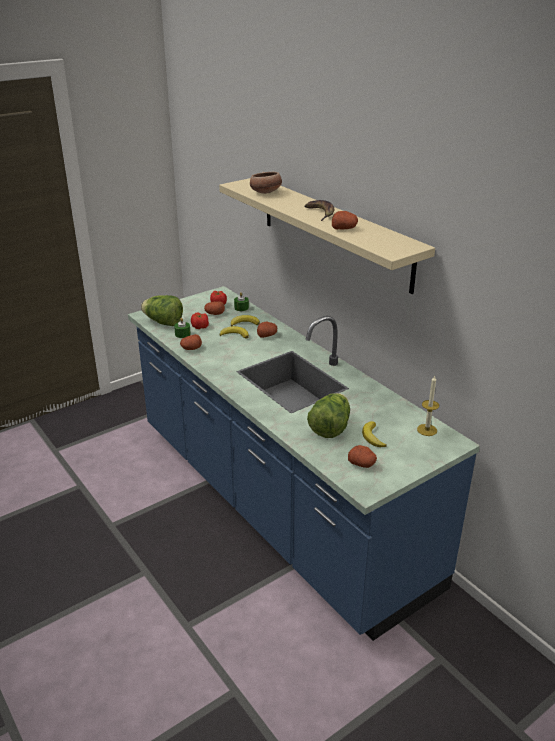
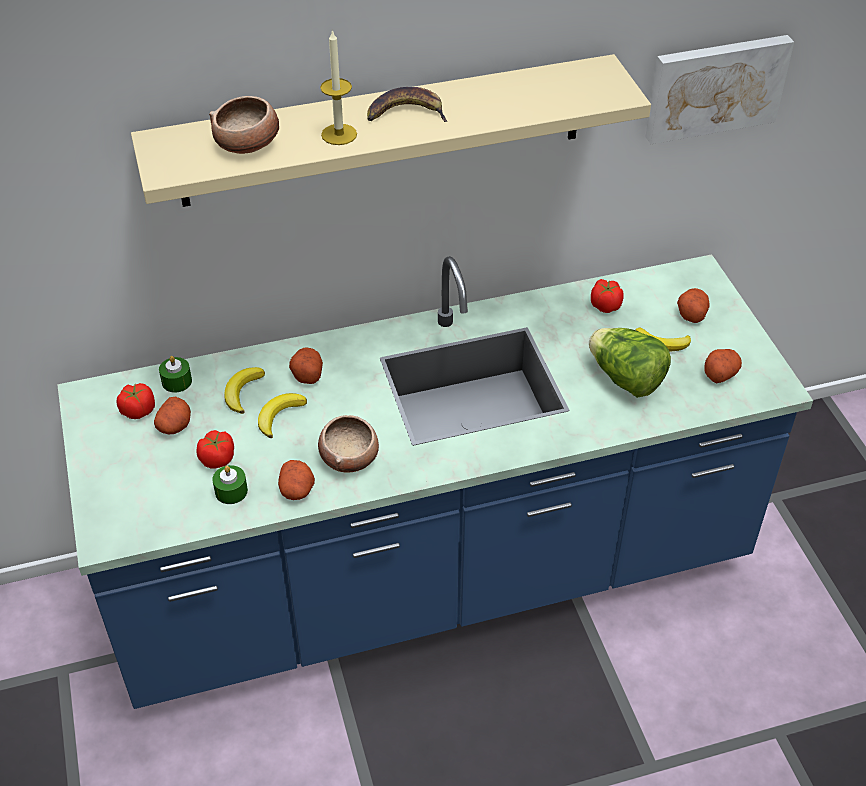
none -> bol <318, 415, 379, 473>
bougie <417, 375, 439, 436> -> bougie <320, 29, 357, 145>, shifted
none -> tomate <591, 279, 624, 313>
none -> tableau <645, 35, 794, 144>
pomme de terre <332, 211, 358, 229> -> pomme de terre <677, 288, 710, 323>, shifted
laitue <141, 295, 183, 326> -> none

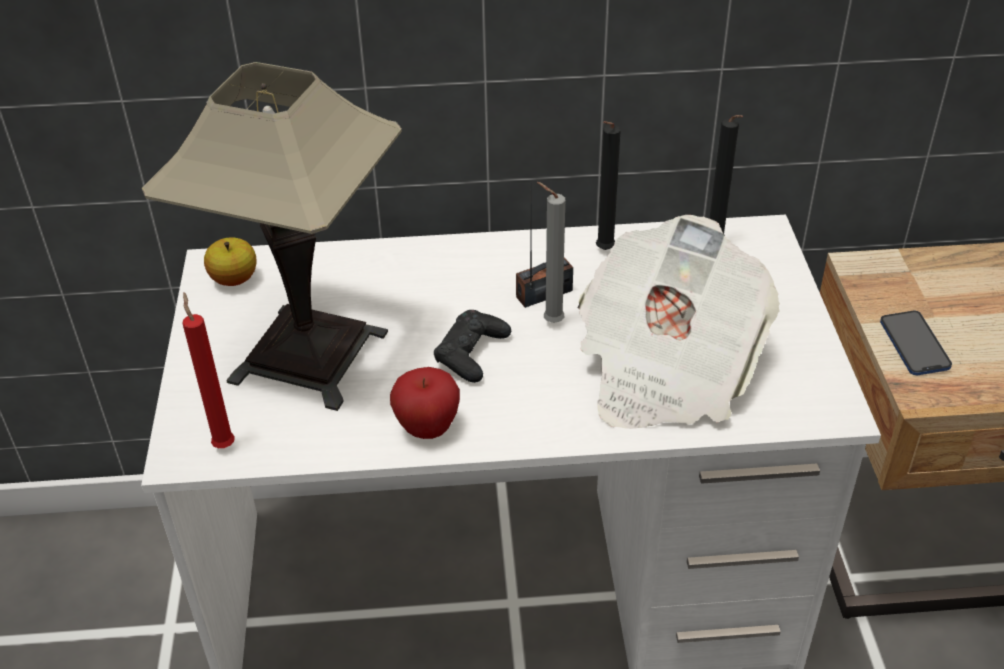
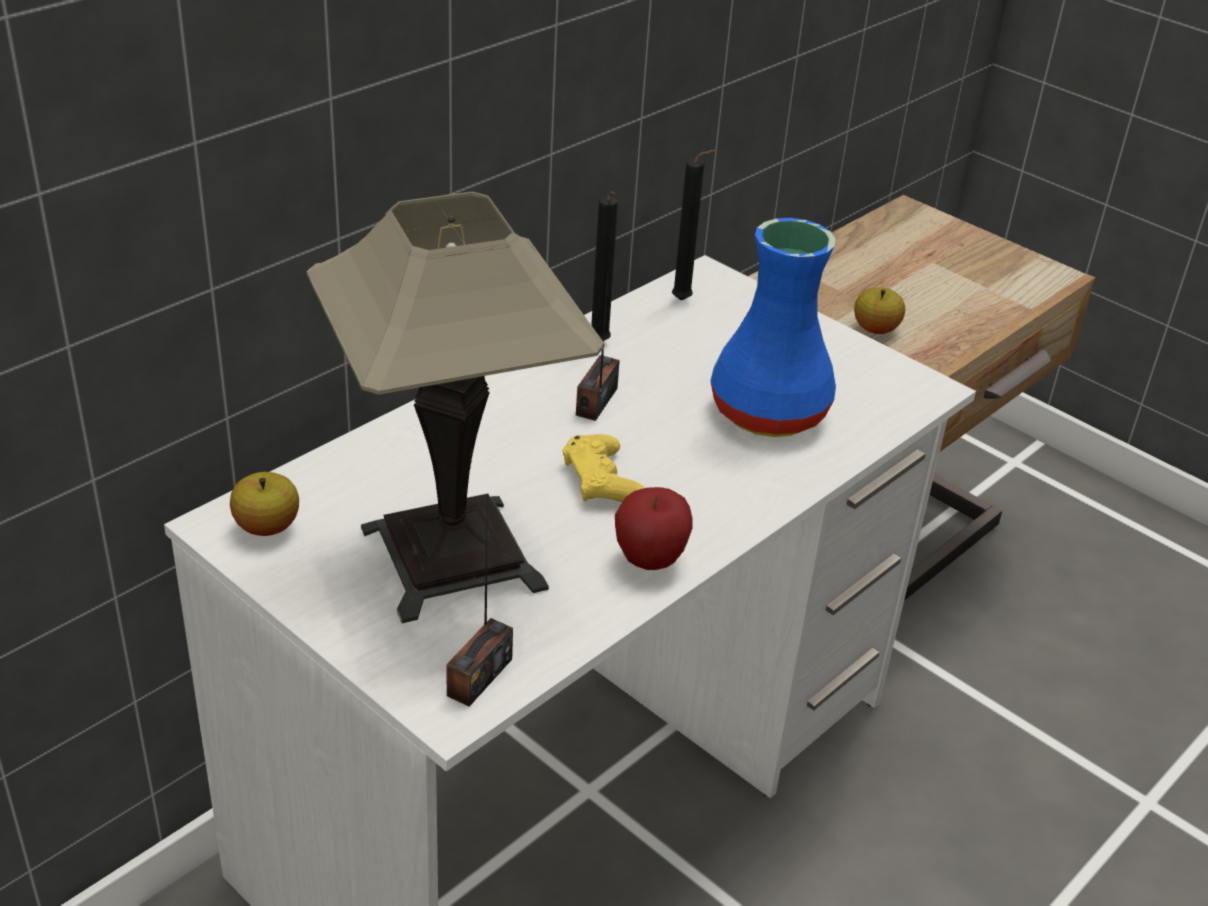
bougie/rouge <182, 292, 235, 448> -> radio <446, 518, 513, 707>
manette/noir <434, 310, 511, 383> -> manette/jaune <563, 434, 644, 502>
journal <578, 215, 780, 429> -> vase/bleu <710, 218, 836, 437>
téléphone <880, 311, 952, 375> -> pomme <854, 287, 905, 334>
bougie/gris <537, 182, 565, 323> -> none

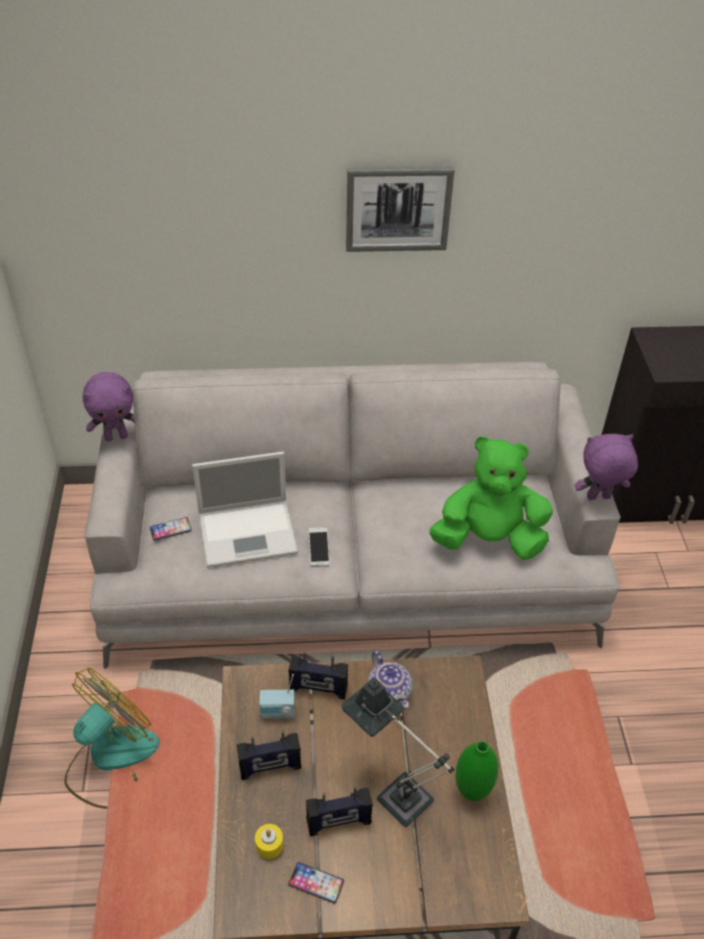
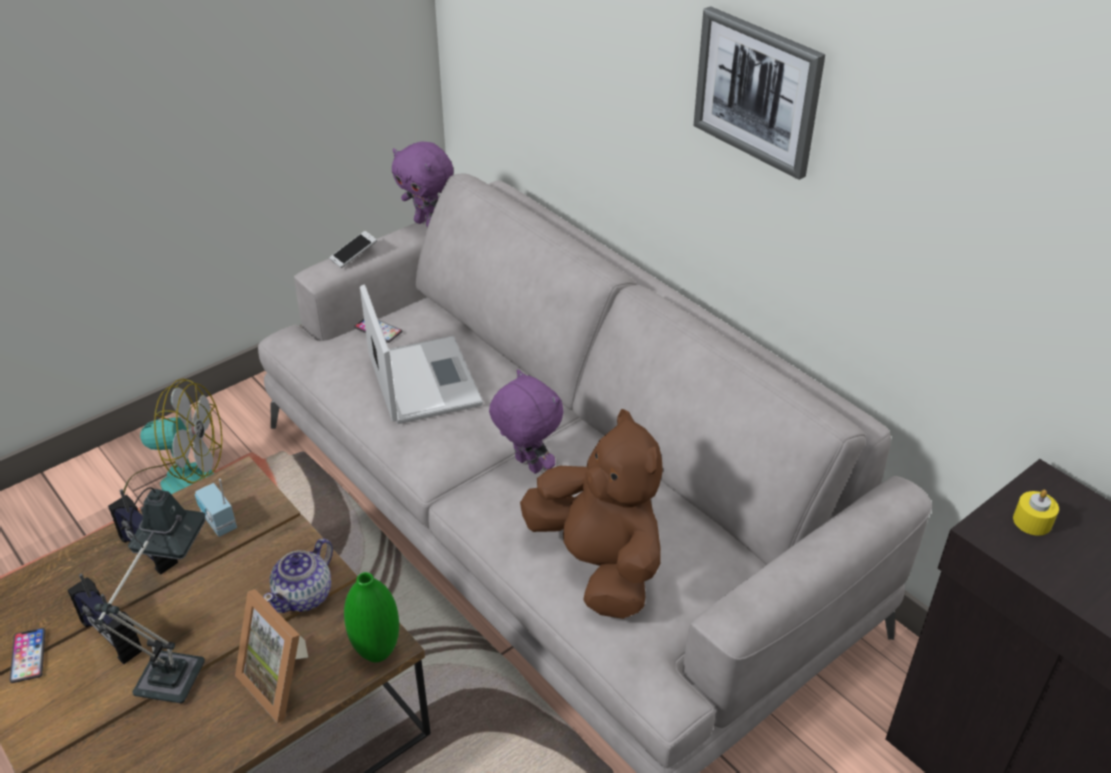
none -> cadre photo <235, 589, 308, 723>
téléphone <309, 527, 330, 566> -> téléphone <329, 231, 377, 268>, shifted
vase/vert <455, 741, 499, 801> -> vase/vert <344, 572, 399, 663>, shifted
ordinateur portable <192, 451, 298, 568> -> ordinateur portable <360, 284, 483, 424>, 150 degrees counterclockwise
peluche/violet <575, 434, 638, 500> -> peluche/violet <489, 369, 564, 474>, shifted
peluche/vert <429, 436, 553, 560> -> peluche/marron <520, 409, 663, 619>
bougie/jaune <255, 824, 283, 859> -> bougie/jaune <1013, 490, 1059, 536>, shifted
radio <288, 652, 348, 699> -> none

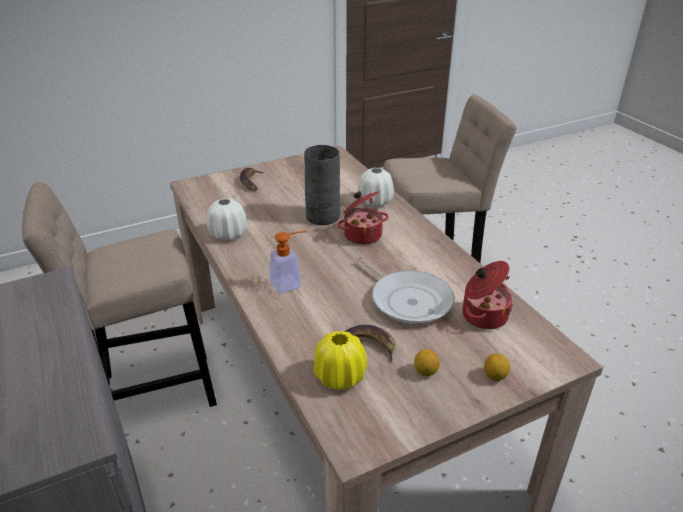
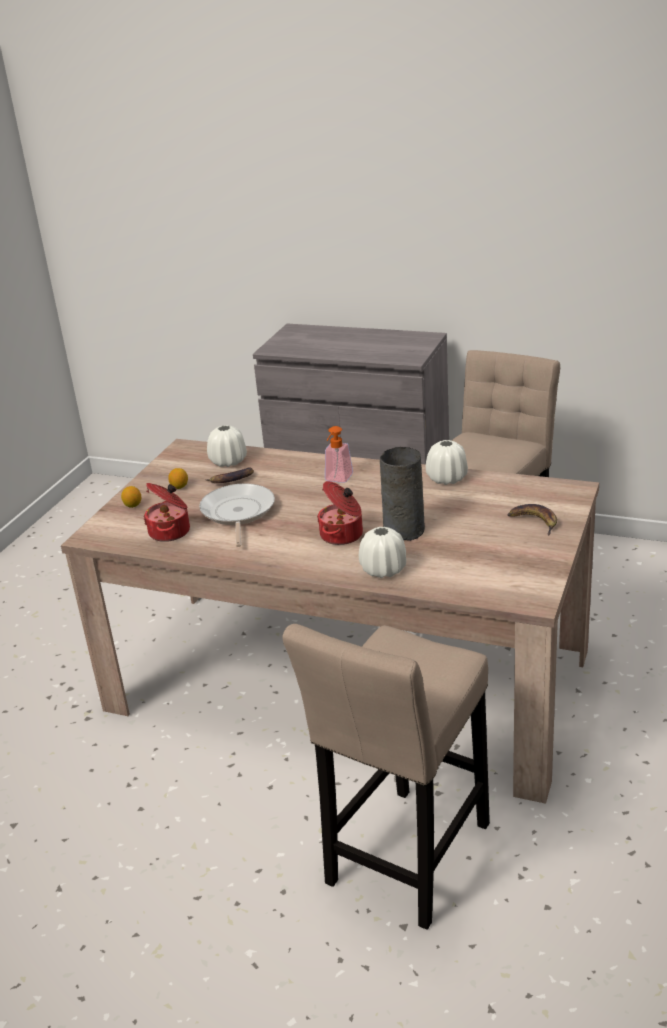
poêle <356, 256, 455, 324> -> poêle <199, 483, 275, 547>, 75 degrees clockwise
vase/jaune <314, 331, 367, 390> -> vase/blanc <207, 425, 247, 467>

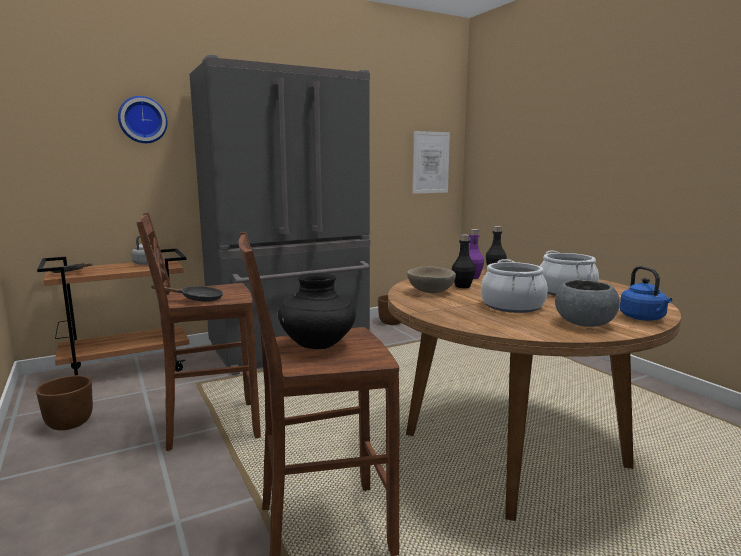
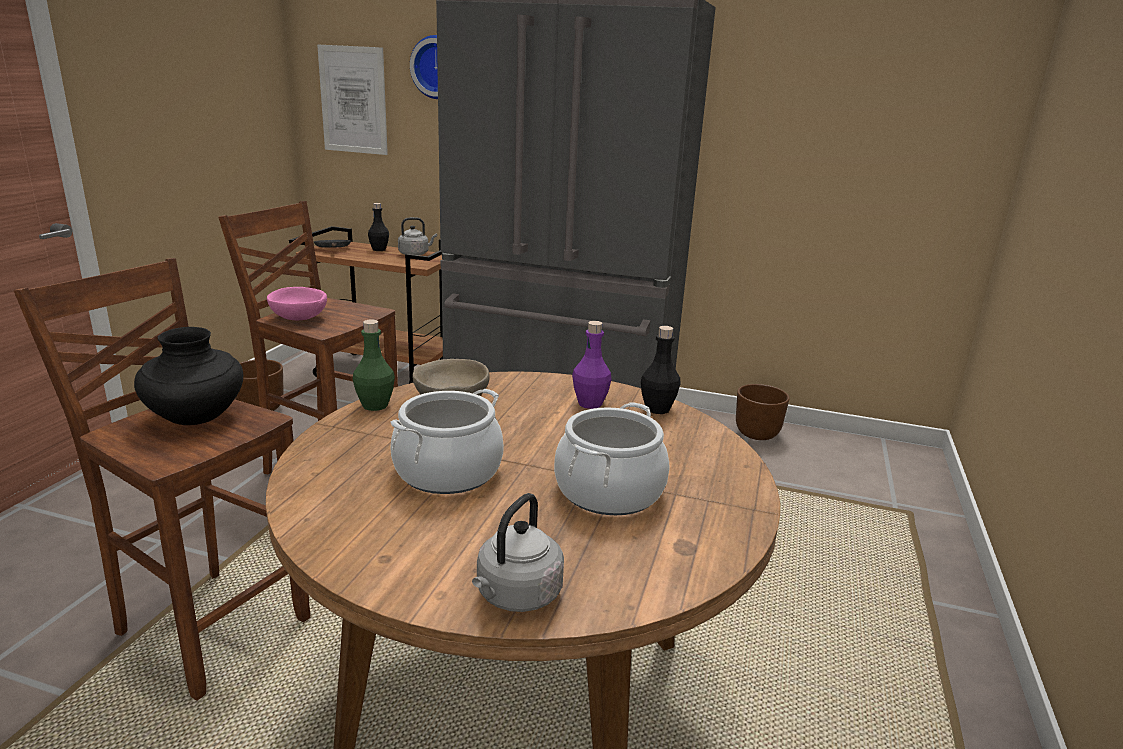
poêle/noir <152, 285, 223, 302> -> bol/rose <267, 287, 327, 320>
tableau <412, 131, 450, 194> -> tableau <317, 44, 388, 155>, shifted
none -> bouteille/vert <353, 320, 395, 411>
bouteille/noir <452, 235, 476, 288> -> bouteille/noir <368, 203, 389, 251>, shifted
bouilloire/bleu <620, 266, 672, 321> -> bouilloire/gris <472, 493, 564, 612>
bol/gris <555, 280, 620, 327> -> none

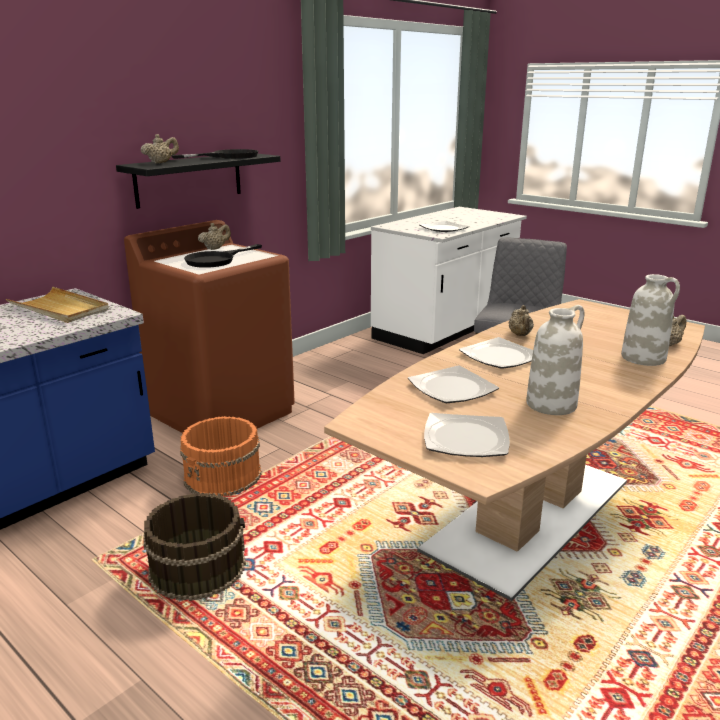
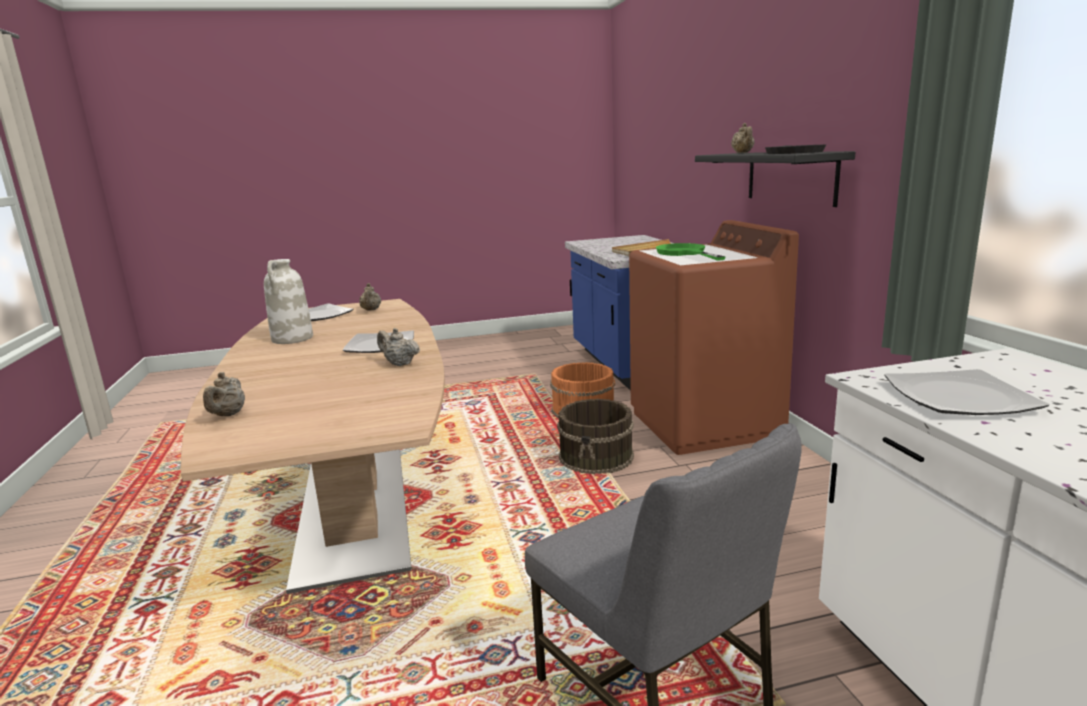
théière/beige <198, 223, 231, 250> -> théière/beige <359, 283, 381, 311>, shifted
seau/marron <143, 493, 246, 601> -> seau/marron <557, 399, 634, 474>, shifted
poêle/noir <184, 244, 262, 268> -> poêle/vert <656, 243, 726, 261>
assiette <408, 365, 499, 403> -> none
vase/blanc <621, 274, 680, 366> -> none

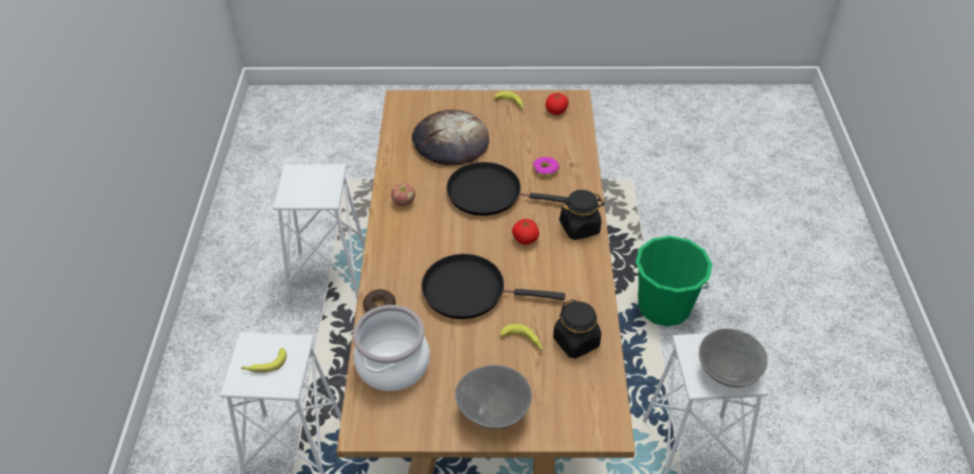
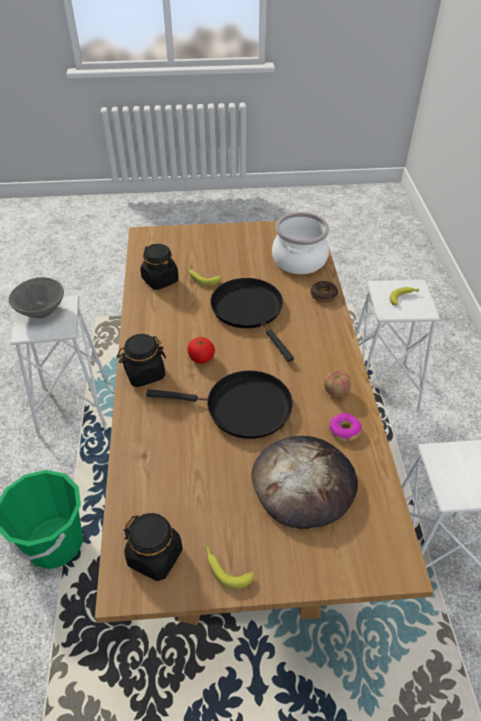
tomate <545, 93, 569, 115> -> bocal/noir <124, 513, 183, 581>
poêle/noir <421, 254, 565, 319> -> poêle/noir <210, 278, 294, 362>, 120 degrees counterclockwise
beignet <533, 157, 559, 178> -> beignet <329, 413, 362, 441>, shifted
bol/gris <455, 365, 532, 429> -> none

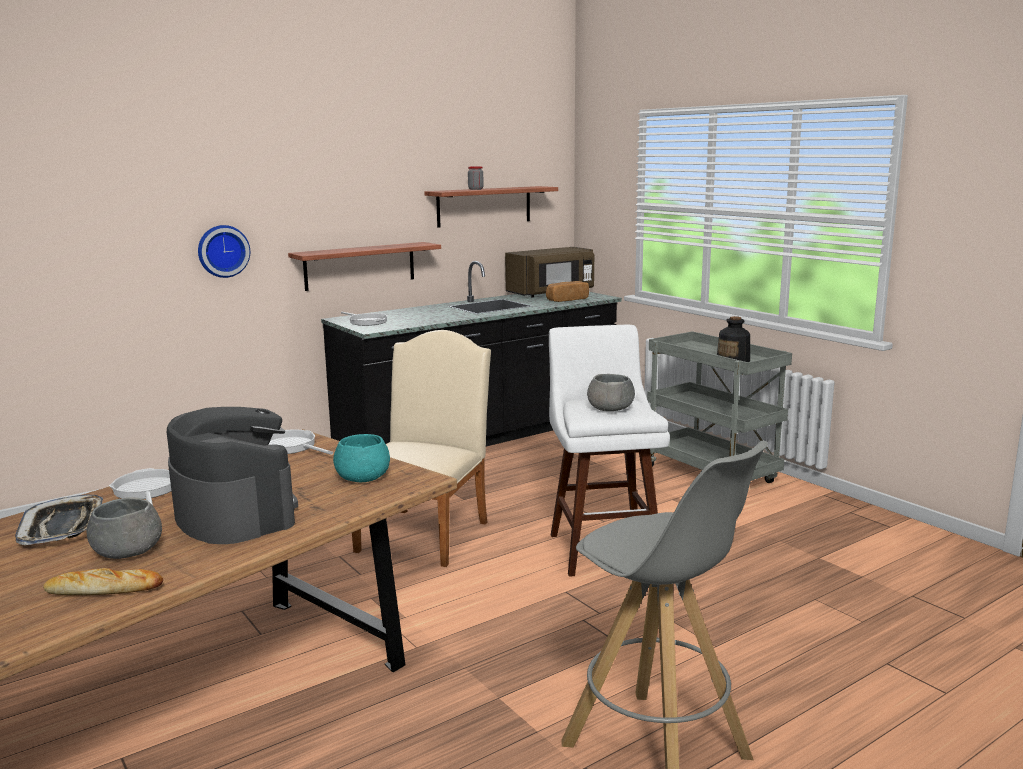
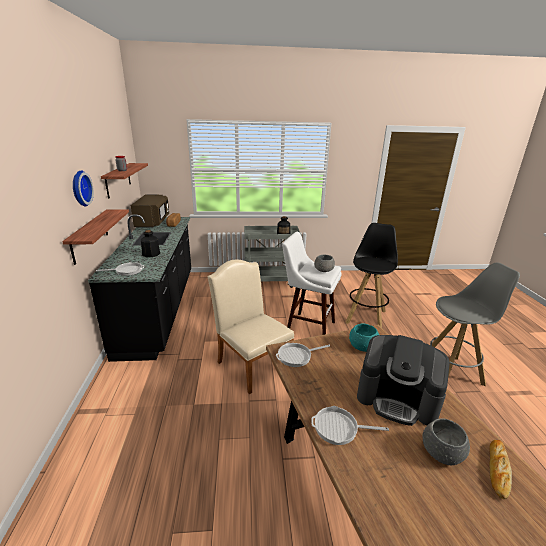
horloge murale <198, 225, 250, 278> -> horloge murale <73, 170, 94, 206>, shifted
none -> bouteille <141, 230, 160, 257>
none -> tabouret/noir <346, 223, 398, 328>
machine à café <167, 407, 298, 544> -> machine à café <357, 335, 450, 426>, 150 degrees counterclockwise
plateau <15, 495, 103, 545> -> none

